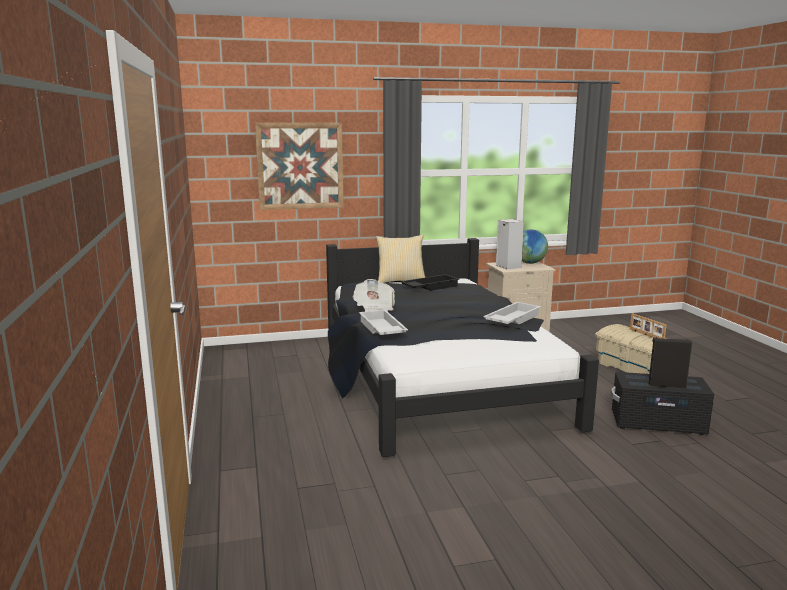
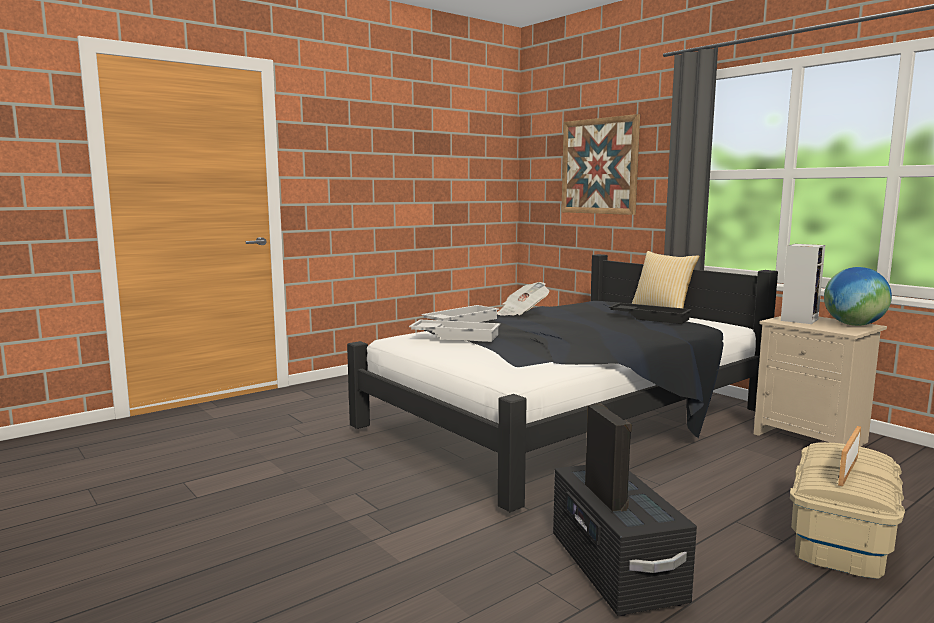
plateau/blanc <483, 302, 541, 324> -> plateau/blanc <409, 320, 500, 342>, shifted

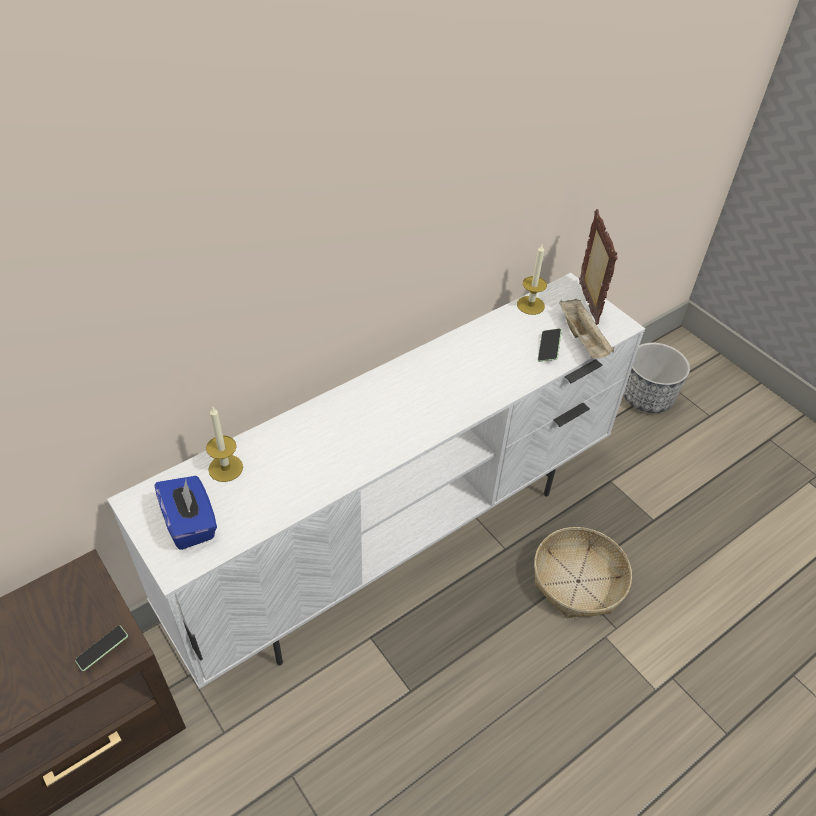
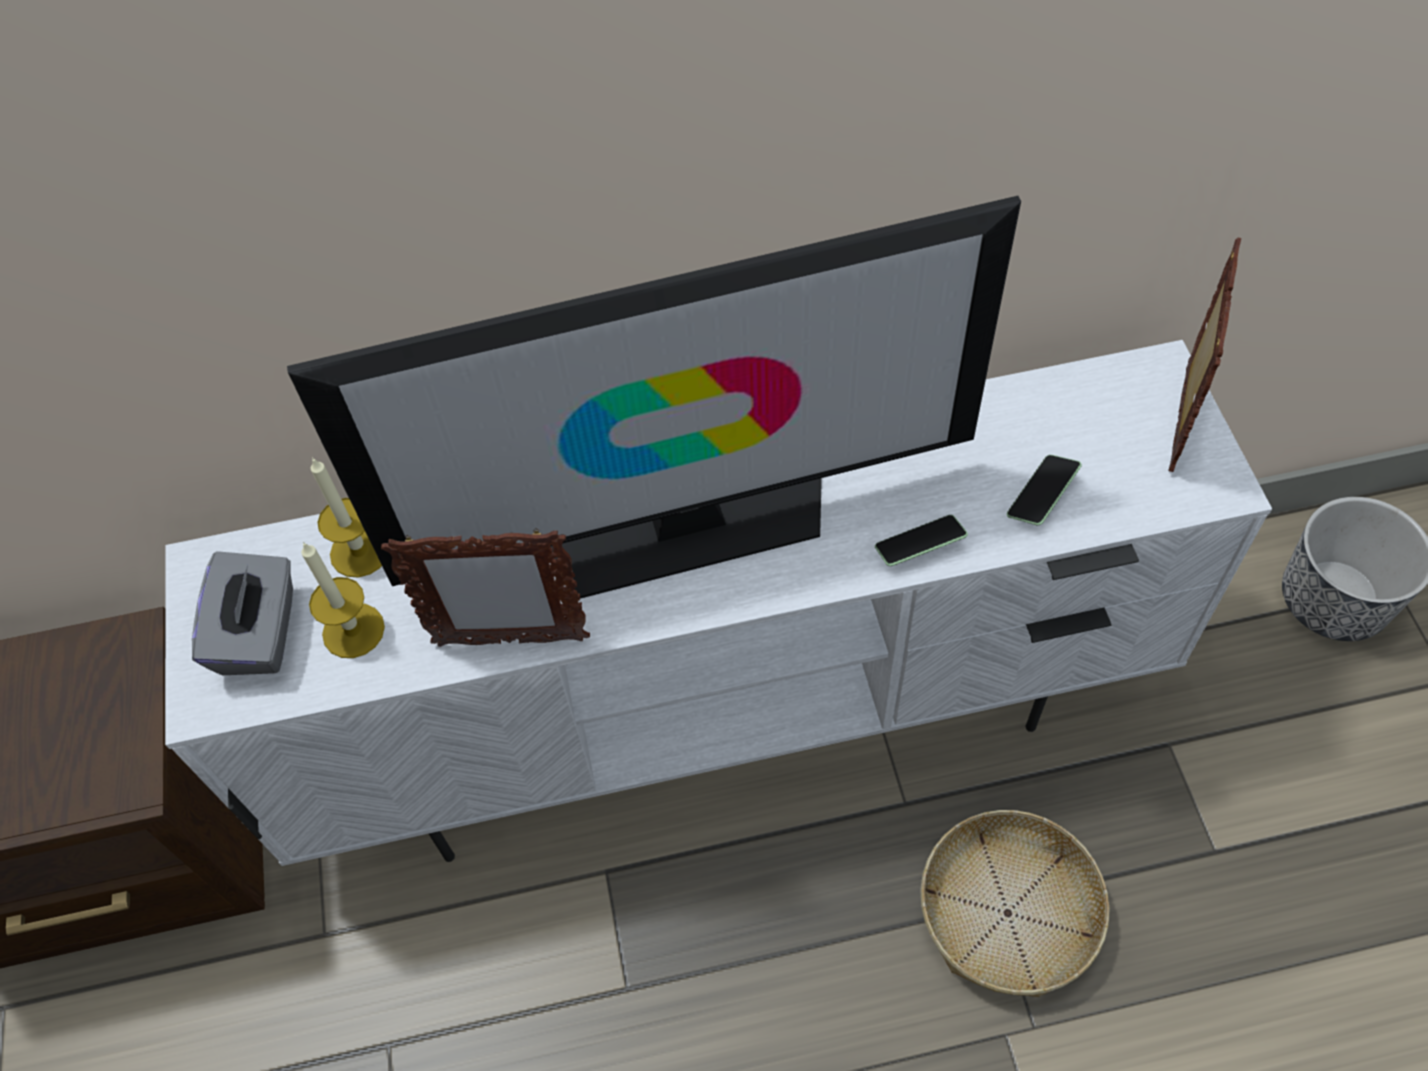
boîte à mouchoirs/bleu <155, 476, 217, 550> -> boîte à mouchoirs/gris <192, 551, 293, 675>
none -> téléviseur <287, 196, 1021, 598>
bougie <517, 245, 547, 315> -> bougie <301, 542, 385, 658>, shifted
none -> cadre photo <381, 528, 590, 647>
téléphone <75, 625, 128, 671> -> téléphone <875, 515, 968, 566>, shifted
plateau/beige <559, 298, 614, 358> -> none

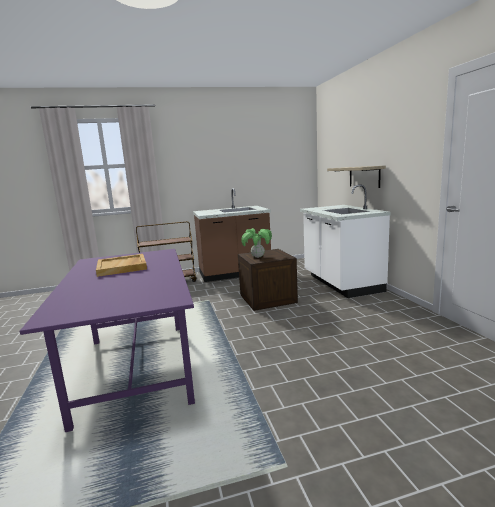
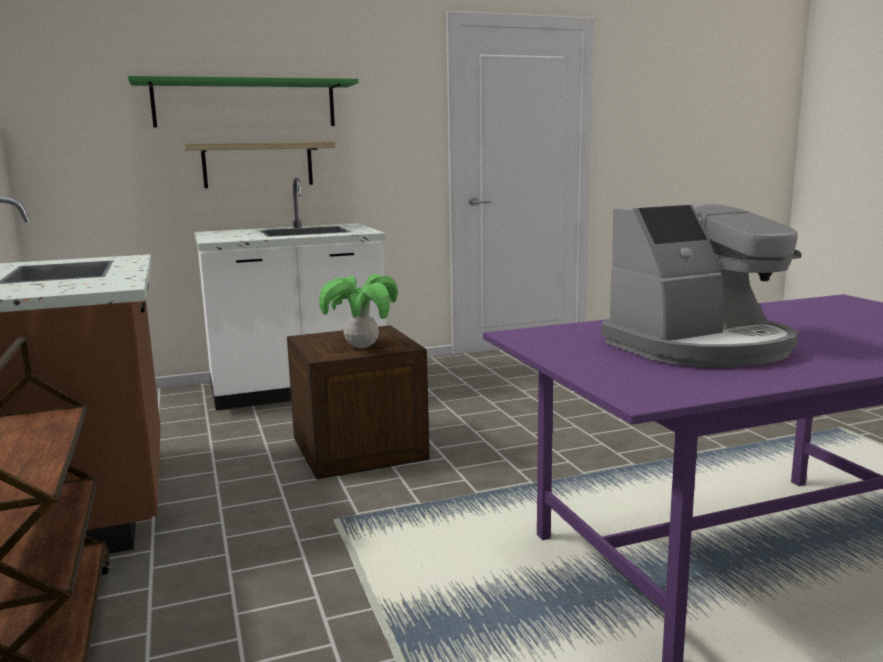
none -> étagère/vert <128, 76, 359, 128>
plateau/beige <96, 254, 147, 277> -> machine à café <601, 202, 801, 367>

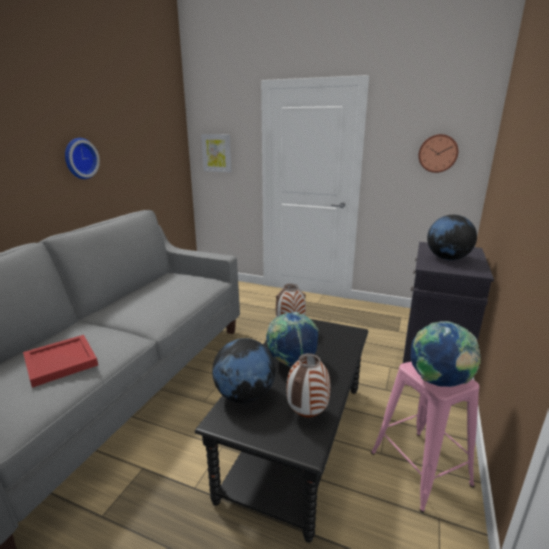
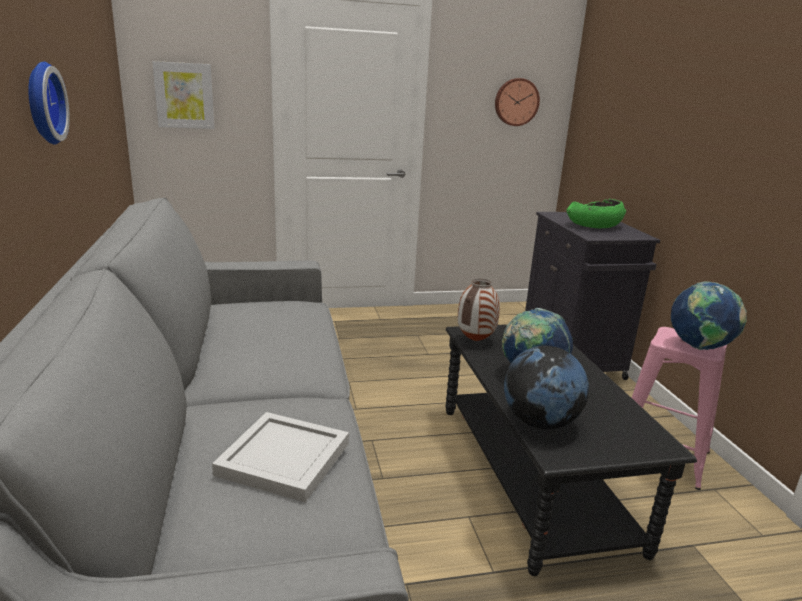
plateau/rouge <23, 335, 98, 388> -> plateau/blanc <212, 412, 349, 503>
globe <427, 215, 477, 260> -> bol/vert <566, 199, 626, 228>
vase <287, 353, 330, 417> -> none

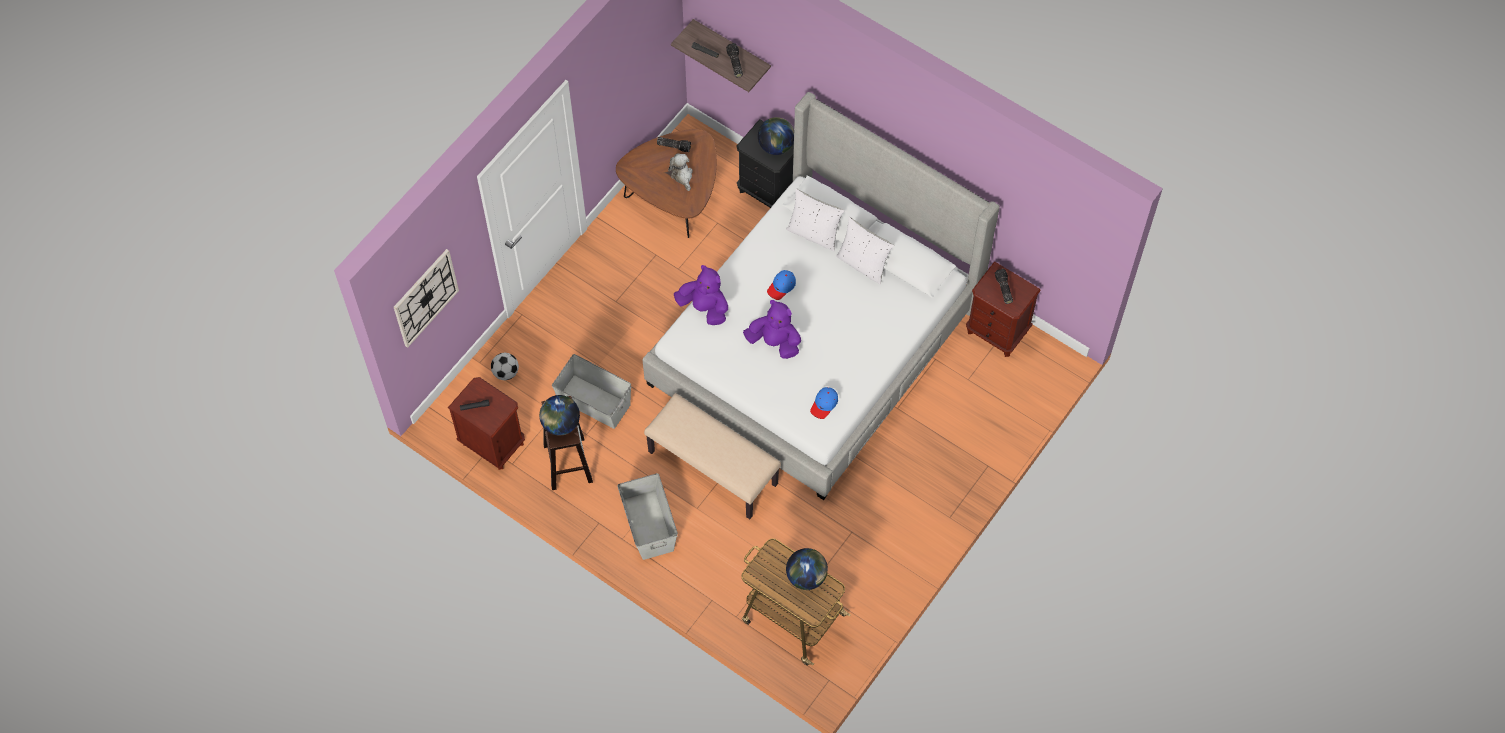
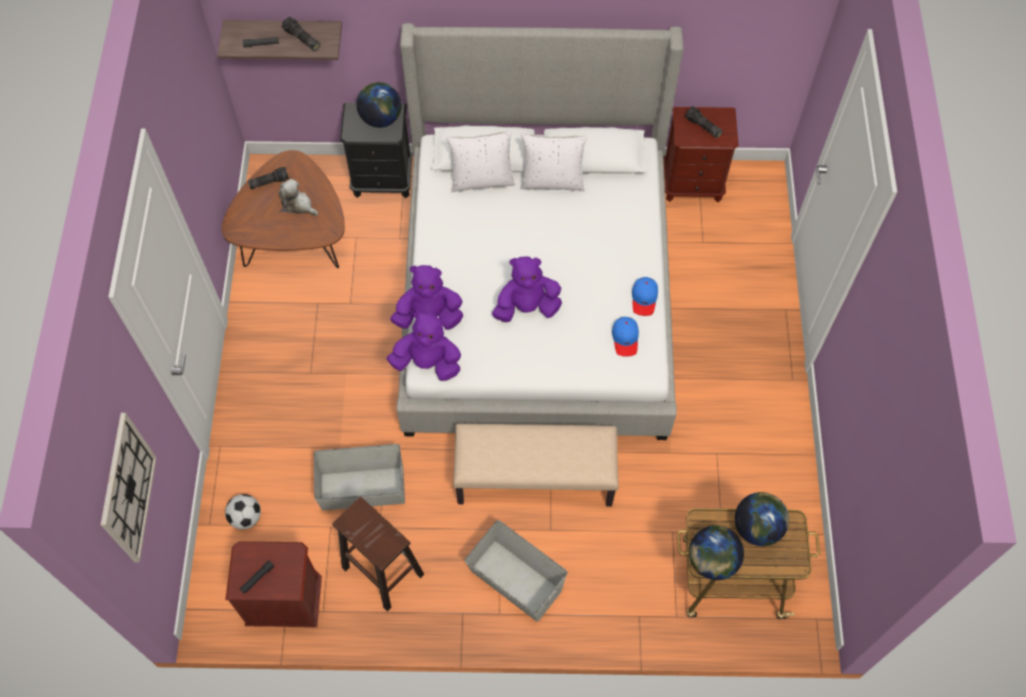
none -> peluche/violet <387, 311, 461, 381>
casquette/bleu <767, 270, 796, 300> -> casquette/bleu <632, 277, 658, 316>, shifted
globe <539, 395, 580, 435> -> globe <689, 525, 744, 580>, shifted

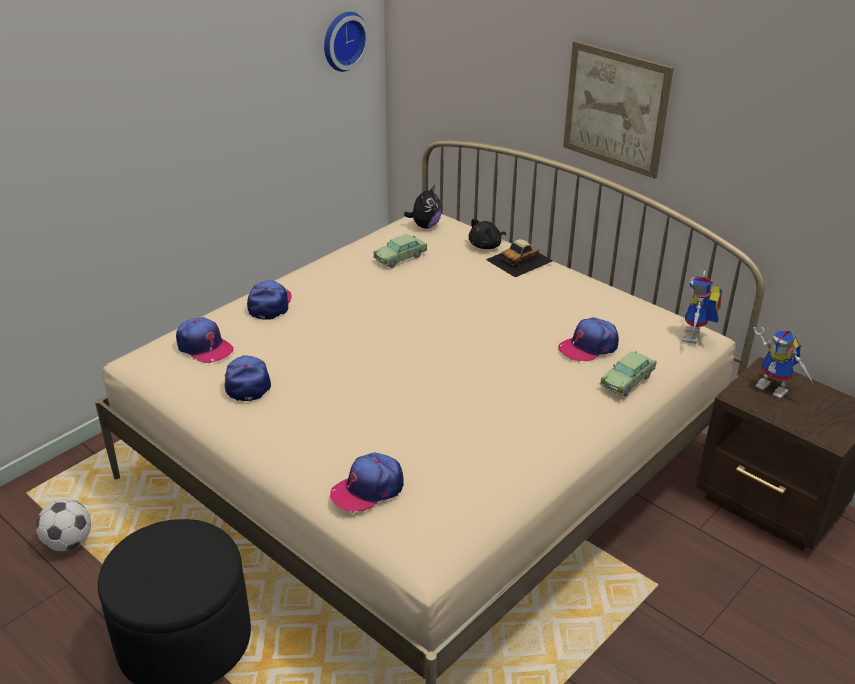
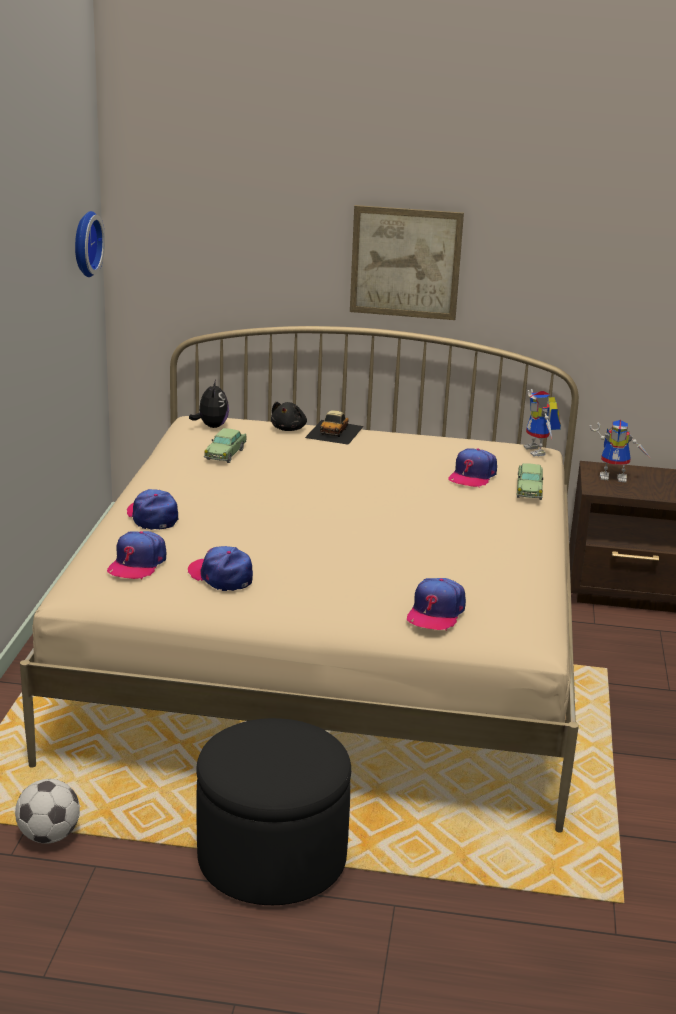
casquette <176, 317, 234, 363> -> casquette <107, 531, 166, 579>, 105 degrees clockwise

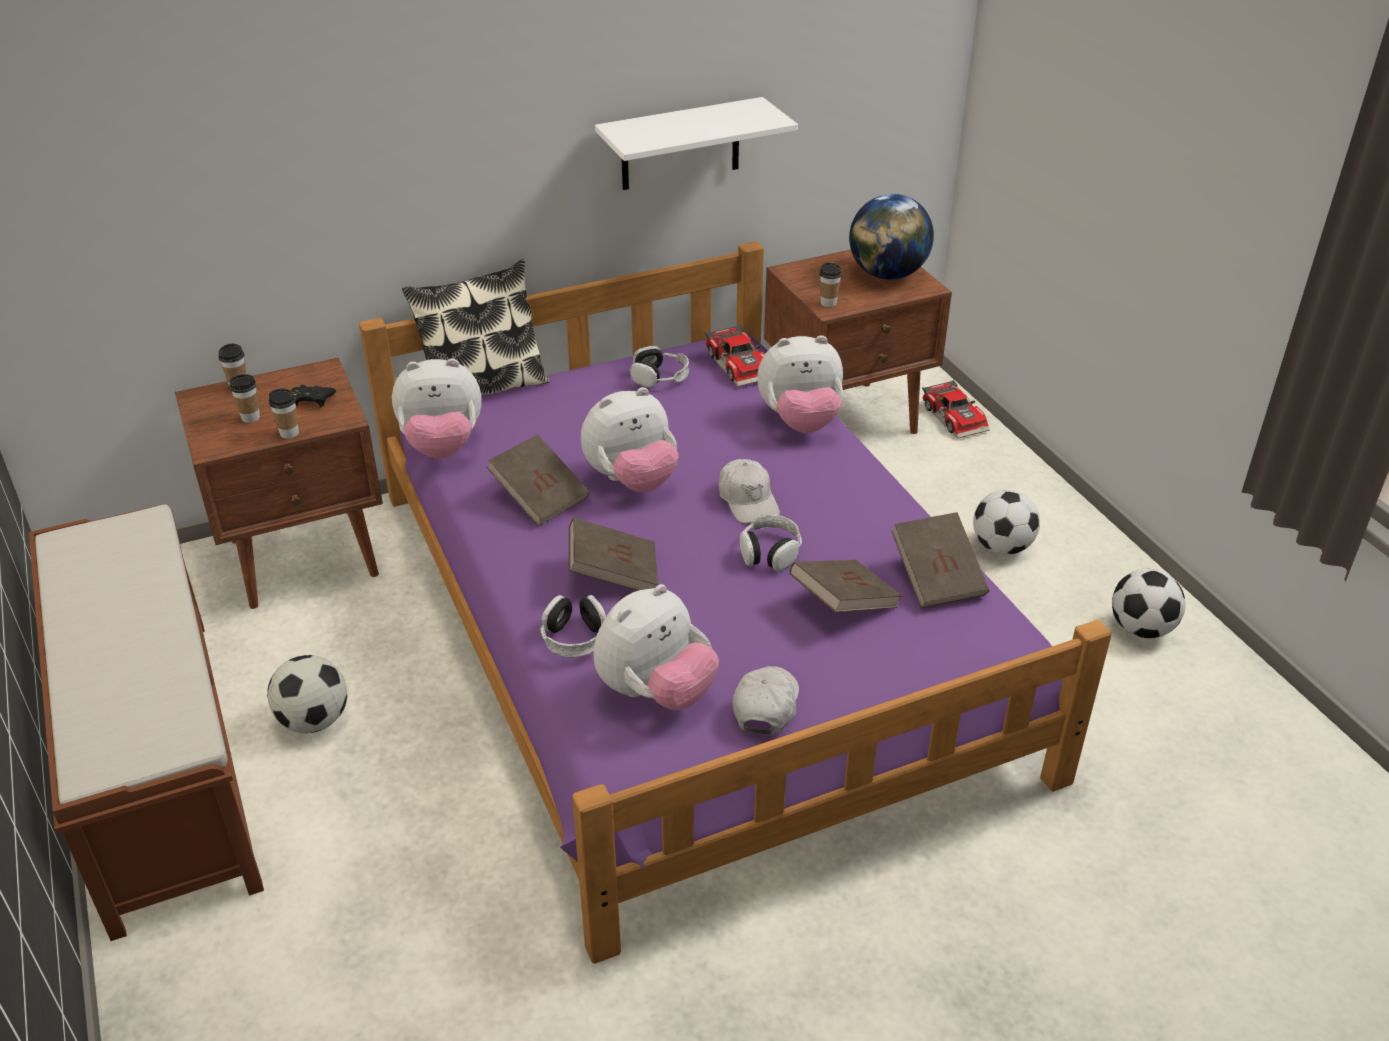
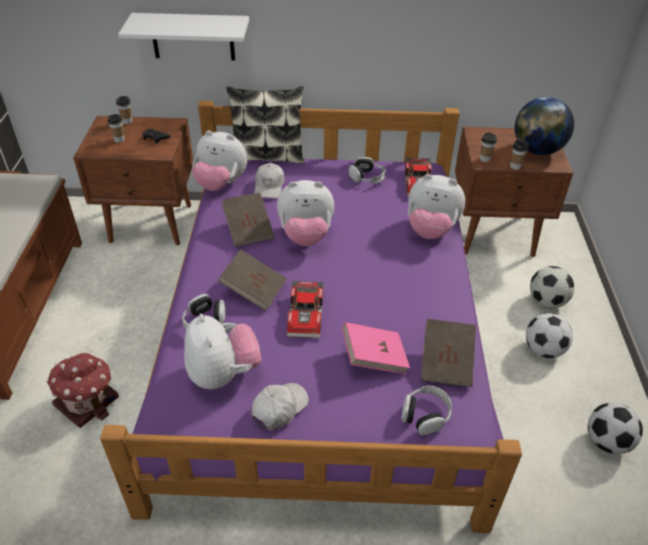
none -> maison miniature <47, 353, 119, 428>
étagère/blanc <595, 97, 798, 190> -> étagère/blanc <118, 13, 249, 60>, shifted
peluche <594, 584, 719, 710> -> peluche <184, 314, 261, 389>, 90 degrees counterclockwise
casquette/blanc <719, 459, 780, 523> -> casquette/blanc <254, 163, 284, 199>, shifted
petite voiture <922, 380, 990, 439> -> petite voiture <287, 280, 323, 338>, shifted
livre/marron <790, 560, 902, 612> -> livre/rose <342, 322, 410, 374>
casque audio <740, 515, 802, 572> -> casque audio <402, 385, 452, 435>, shifted
tasse <269, 388, 299, 439> -> tasse <510, 140, 528, 170>, shifted
ballon de foot <267, 655, 347, 733> -> ballon de foot <530, 266, 574, 308>, shifted

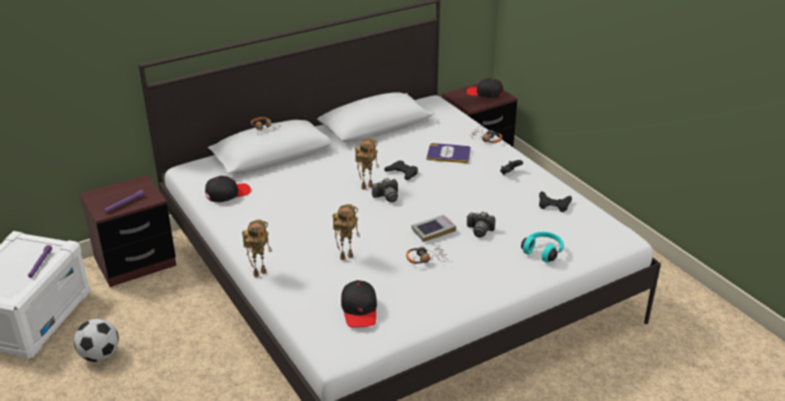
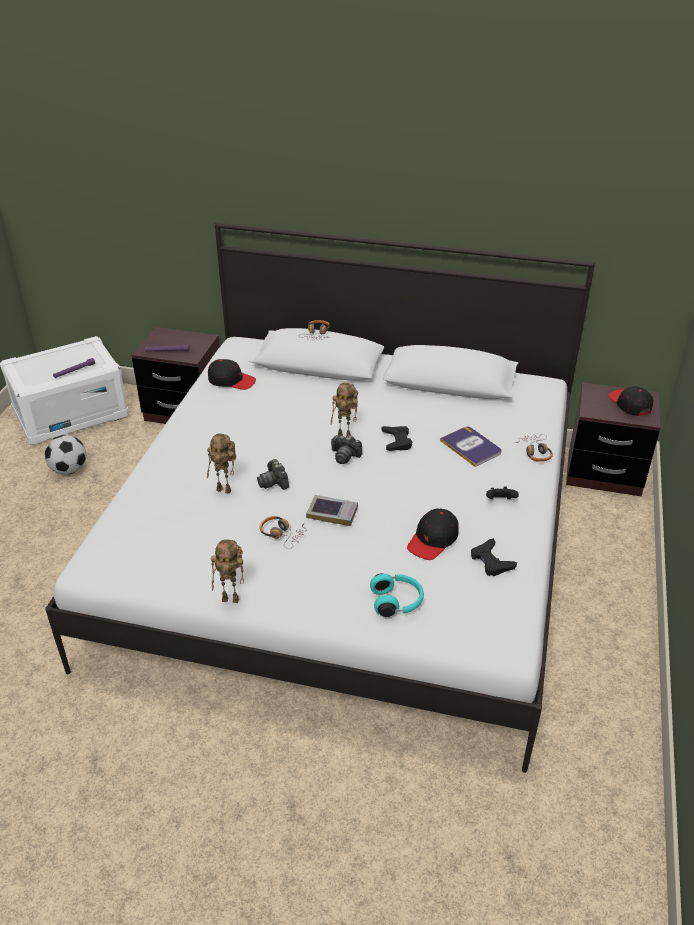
robot jouet <242, 220, 272, 278> -> robot jouet <211, 539, 244, 603>, shifted
appareil photo <466, 212, 495, 238> -> appareil photo <257, 459, 289, 490>, shifted
casquette/noir <341, 280, 377, 327> -> casquette/noir <407, 508, 459, 560>, shifted

